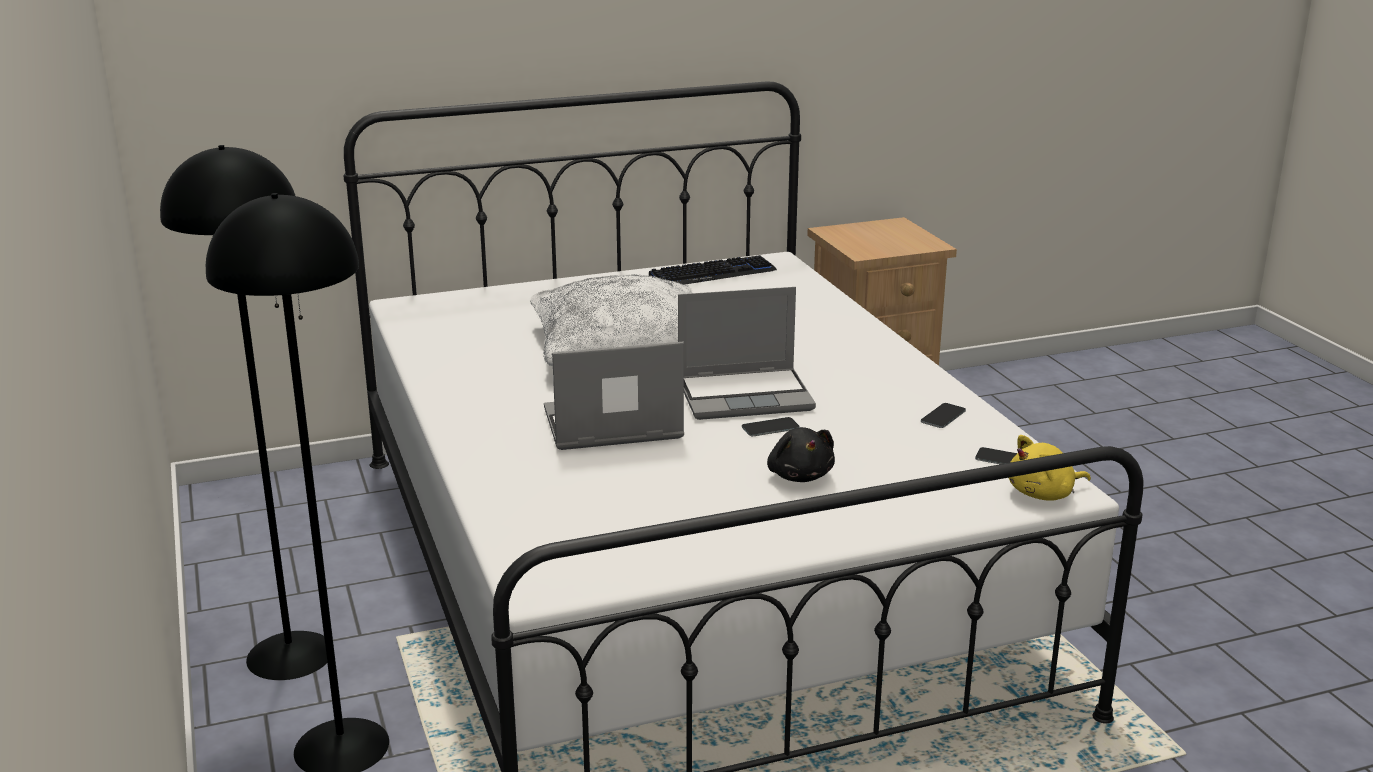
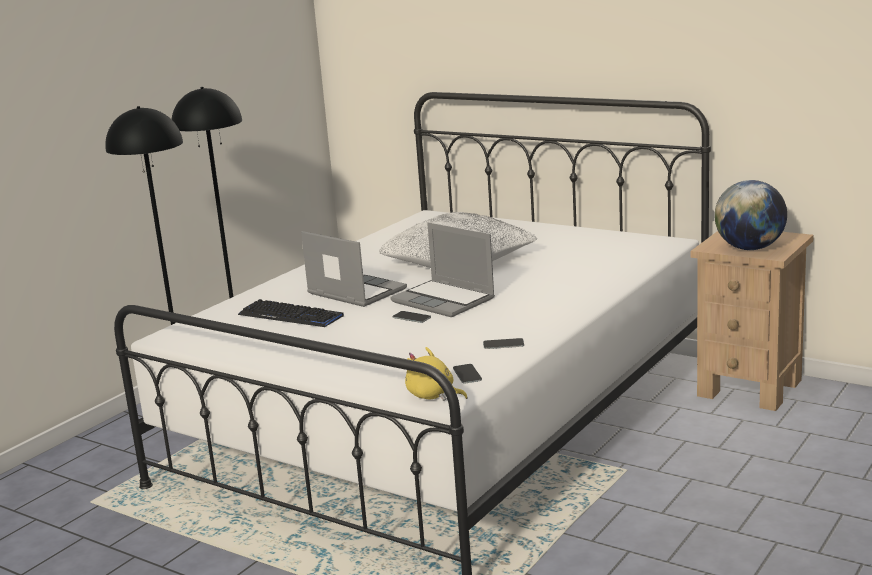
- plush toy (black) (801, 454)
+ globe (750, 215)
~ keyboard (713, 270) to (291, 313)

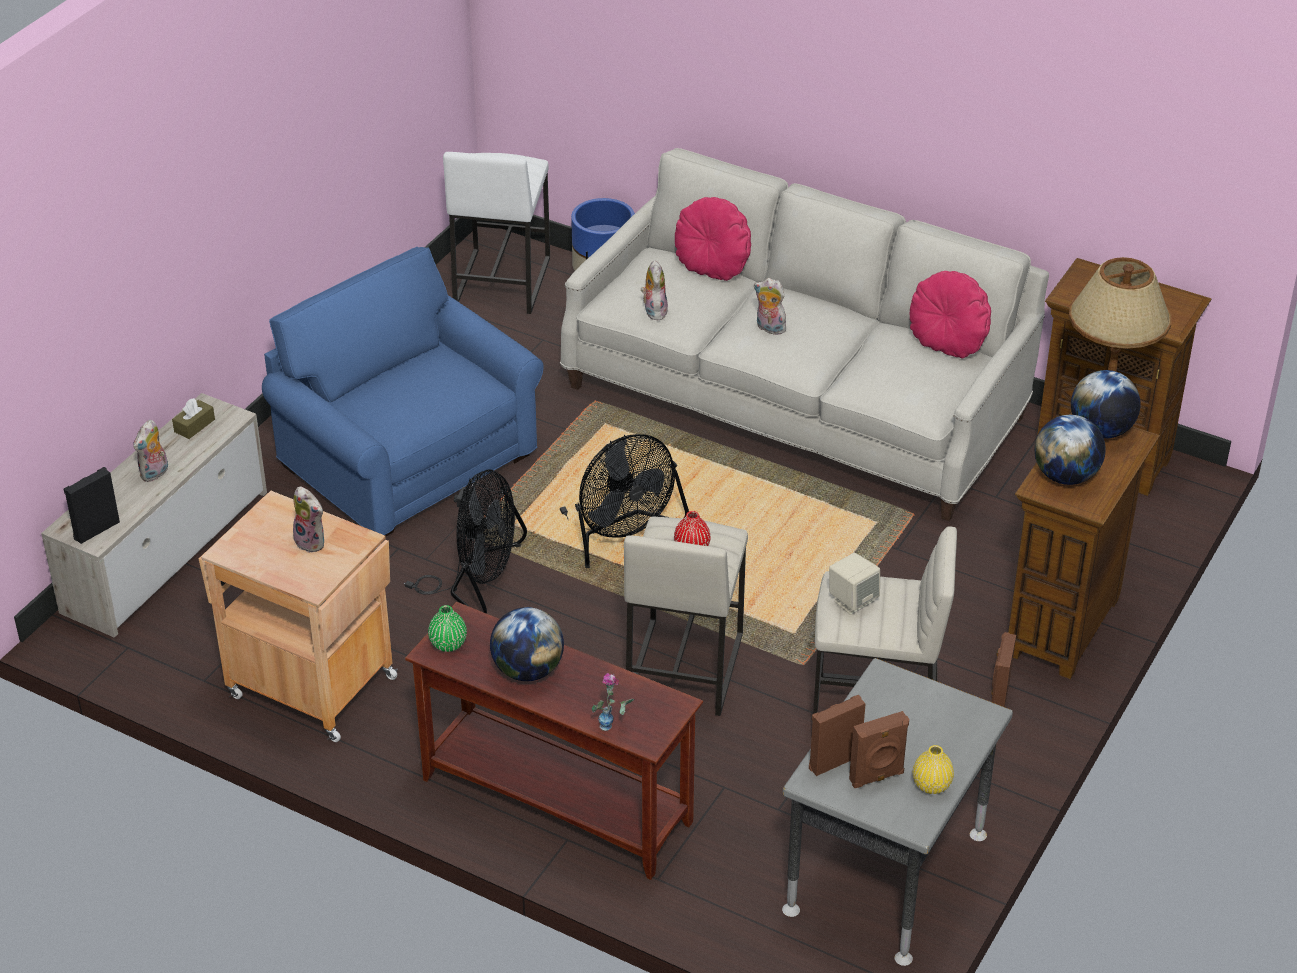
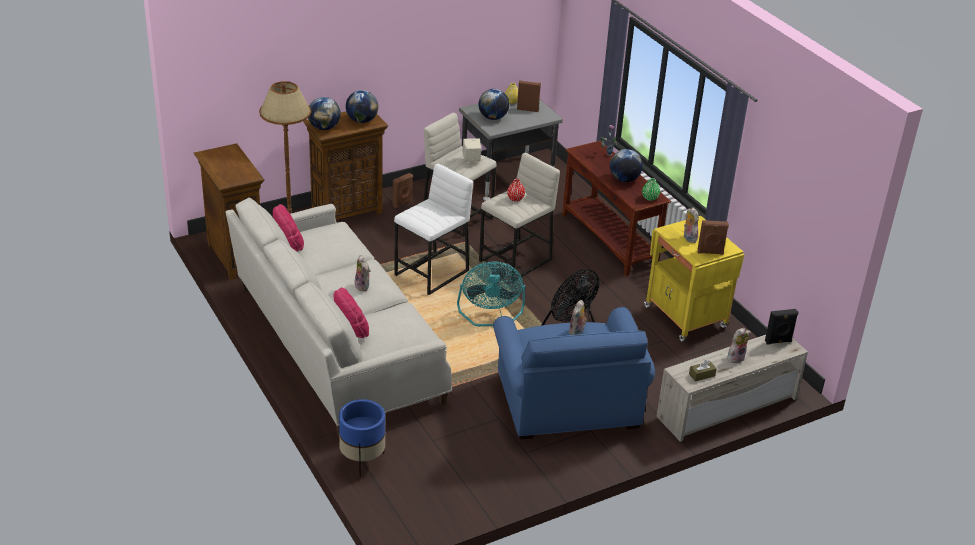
+ globe (493, 104)
~ stool (white) (496, 233) to (433, 229)
~ plush toy (654, 290) to (578, 317)
~ speaker (brown) (837, 735) to (713, 237)
~ cart (brown) (298, 616) to cart (yellow) (694, 279)
~ fan (black) (624, 501) to fan (turquoise) (491, 294)

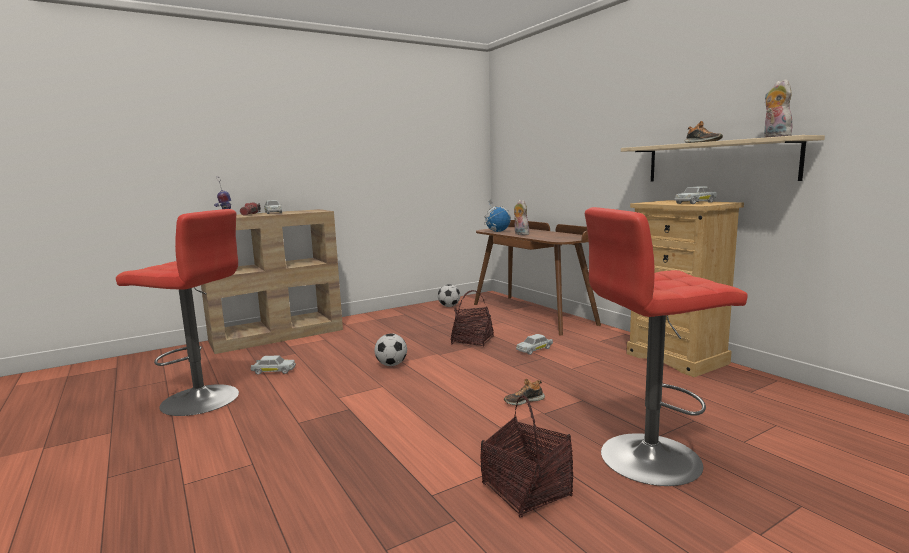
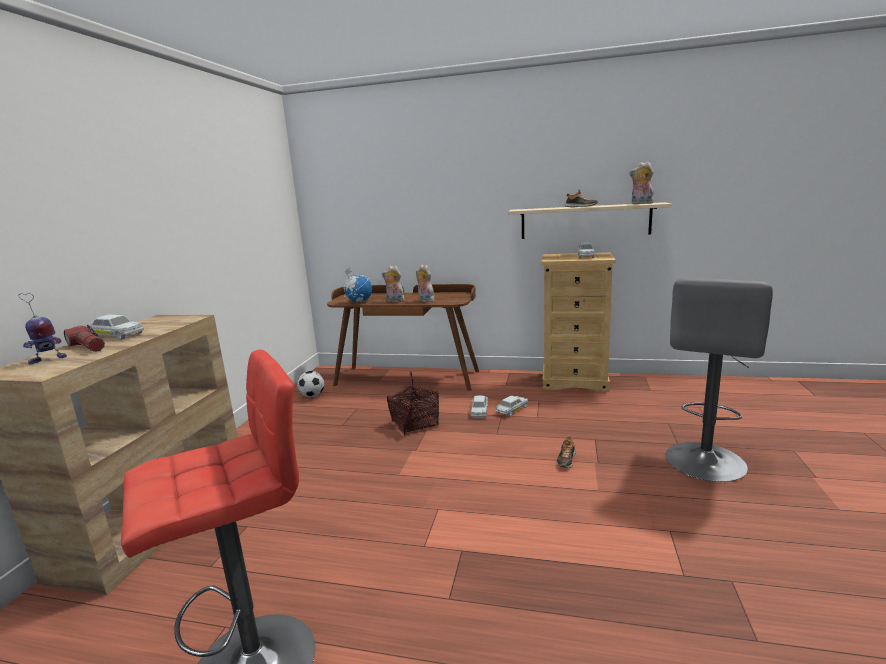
- football (391, 350)
- basket (526, 456)
+ plush toy (425, 283)
~ toy car (white) (273, 365) to (511, 406)
~ stool (red) (666, 346) to stool (grey) (719, 380)

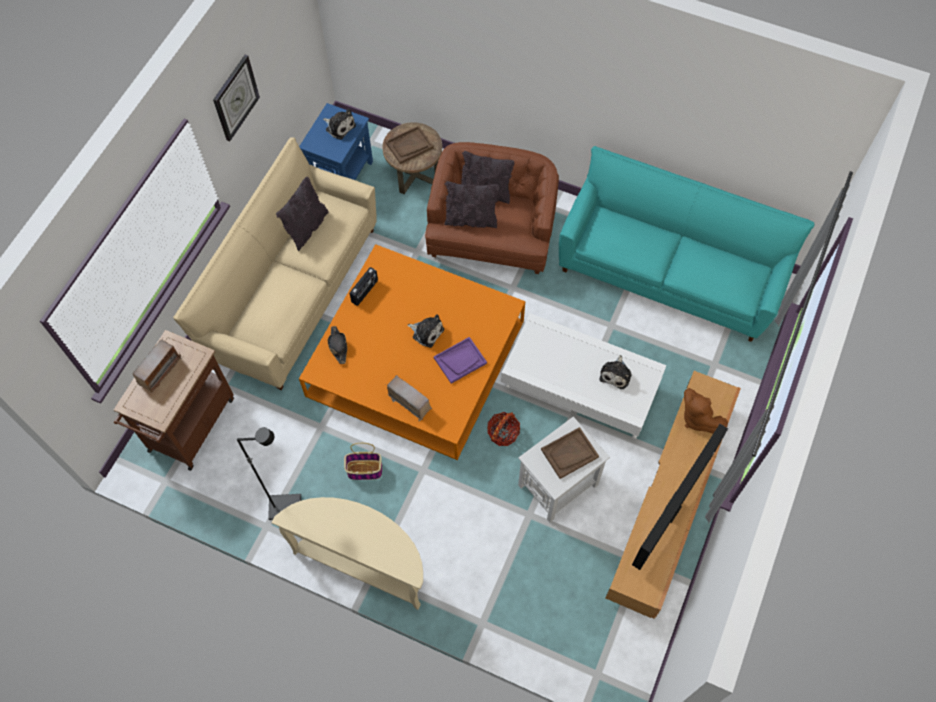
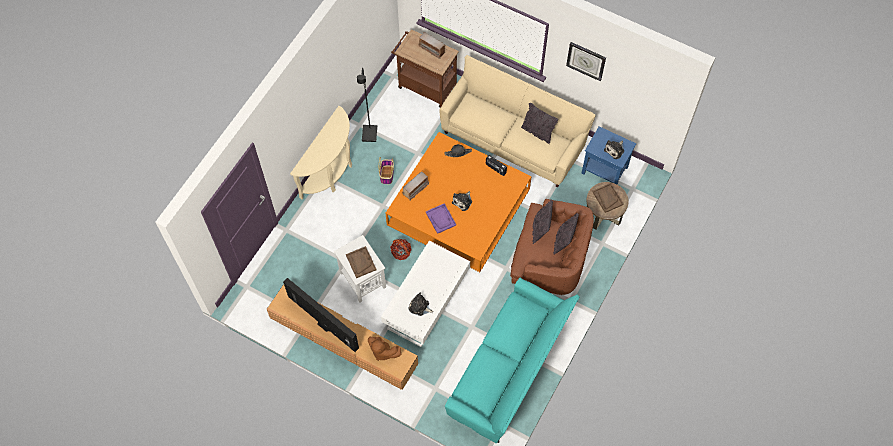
~ plush toy (brown) (706, 411) = (384, 349) 120 degrees counterclockwise

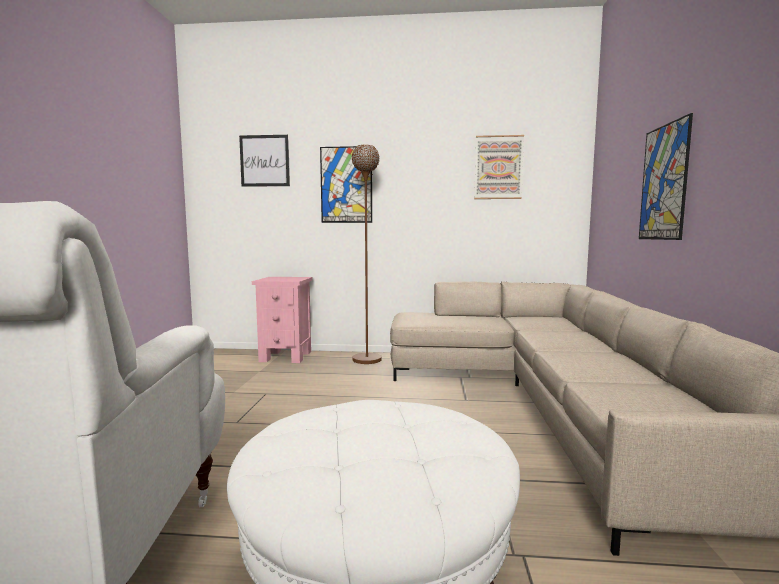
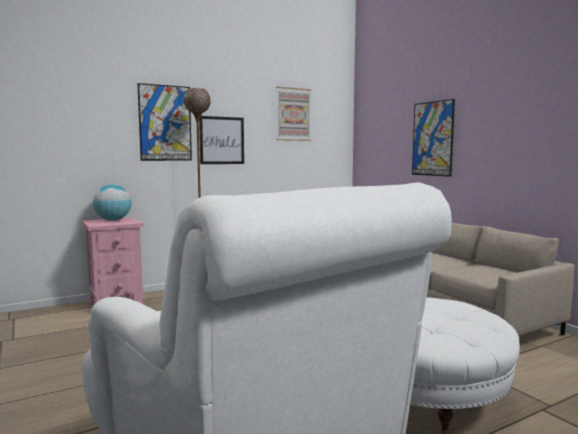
+ globe (112, 202)
~ picture (264, 161) to (221, 140)

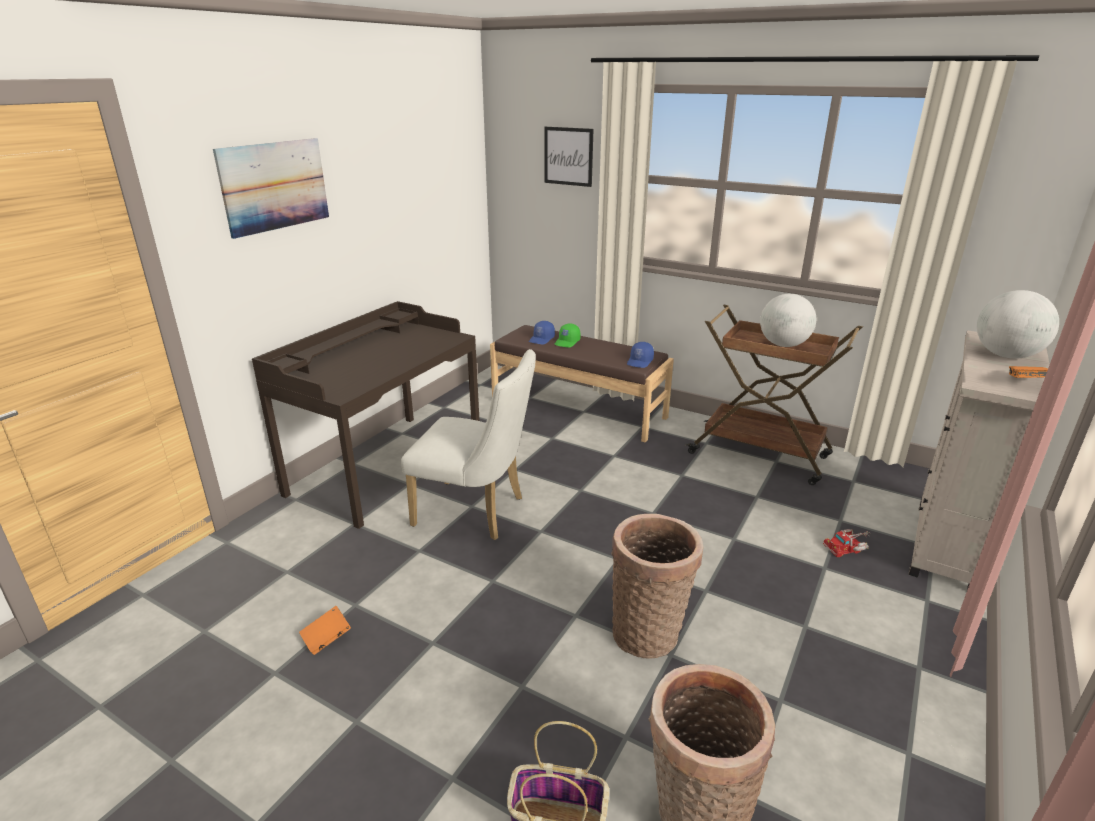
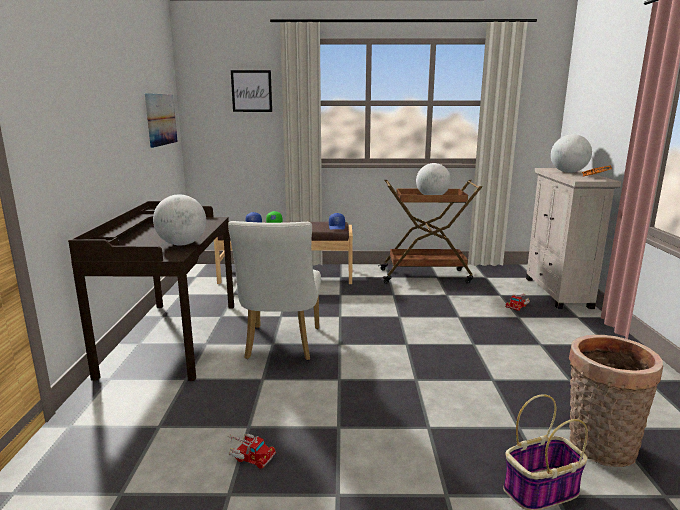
- basket (657, 586)
+ globe (179, 220)
~ picture (271, 188) to (161, 120)
~ book (orange) (325, 630) to toy truck (251, 451)
~ chair (white) (468, 444) = (274, 290) 105 degrees clockwise

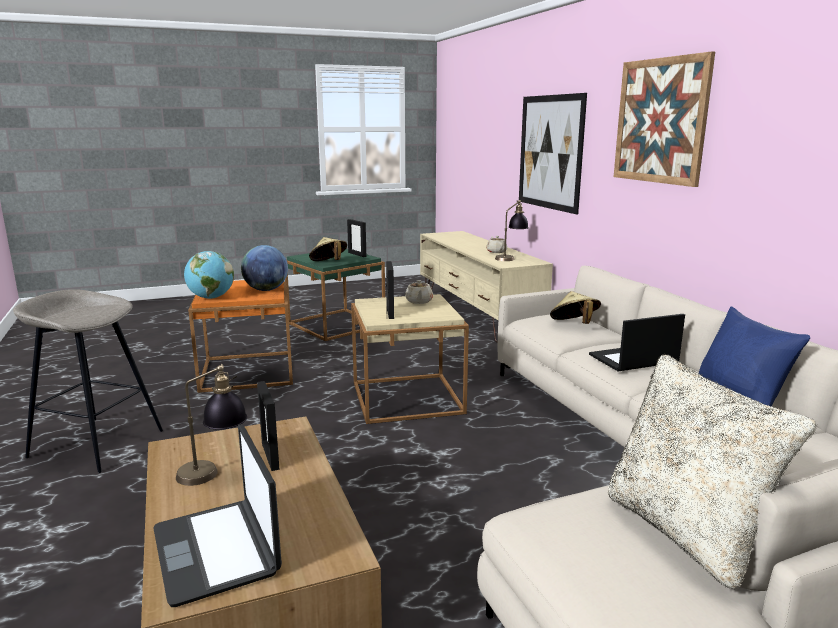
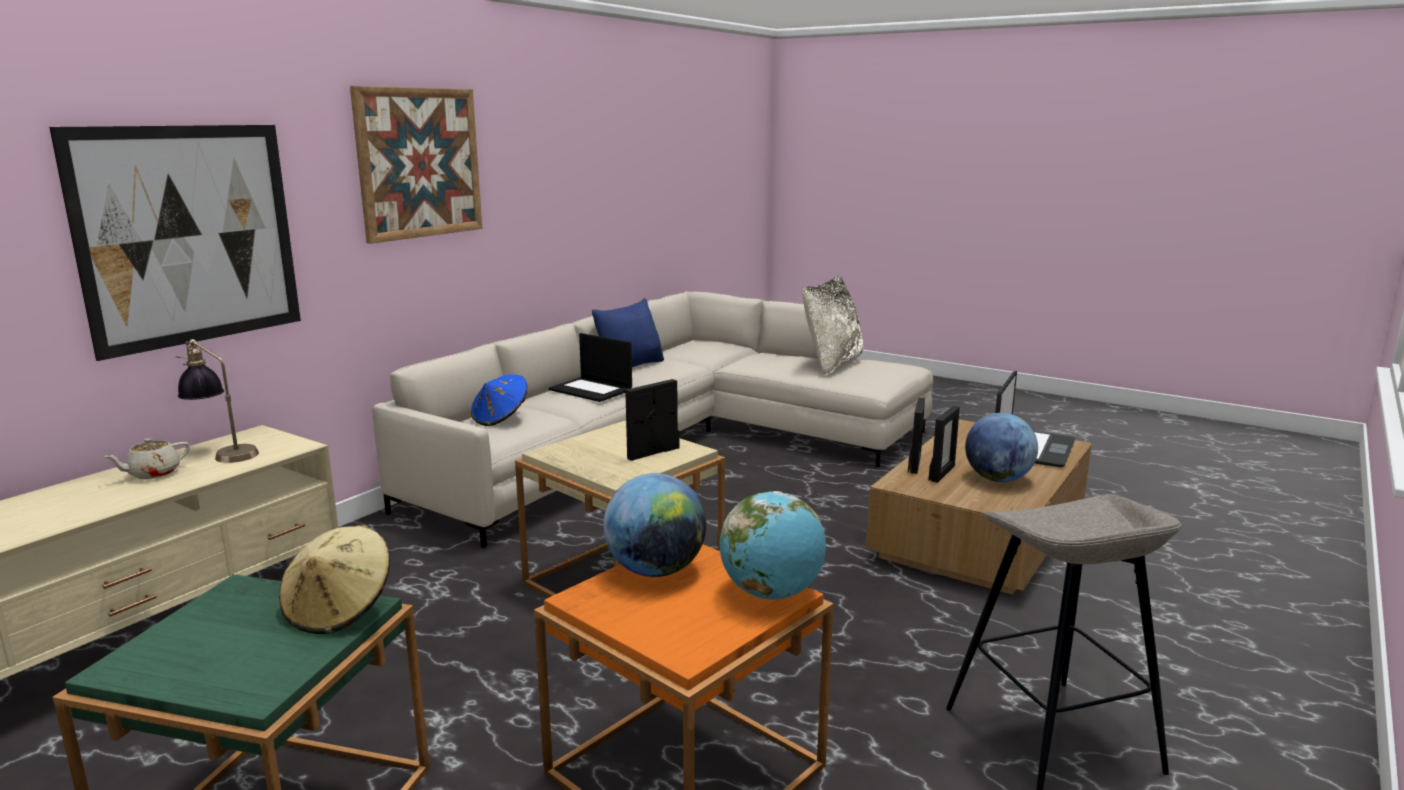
- teapot (beige) (419, 292)
~ picture frame (356, 238) to (916, 436)
~ table lamp (211, 425) to globe (1001, 447)
~ hat (beige) (575, 307) to hat (blue) (499, 400)

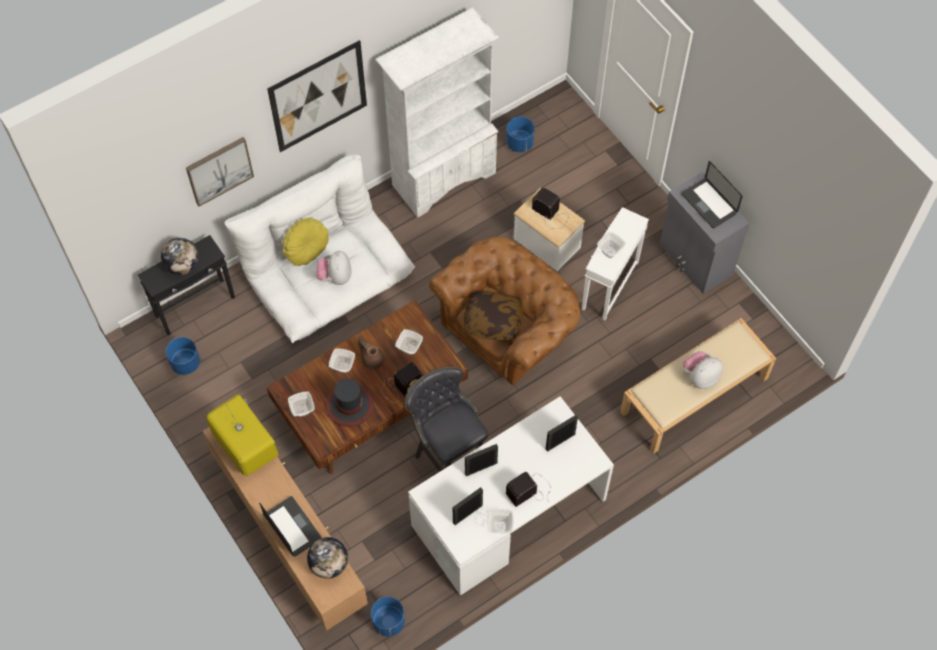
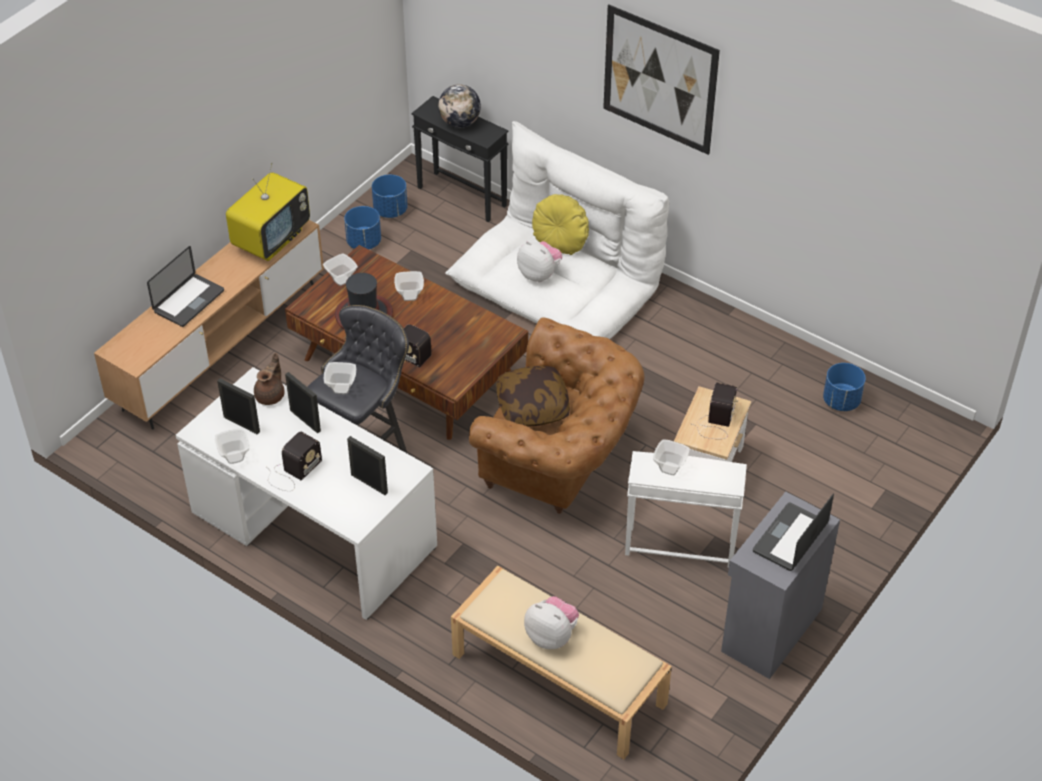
- picture (220, 172)
- globe (327, 558)
- bookcase (white) (437, 113)
~ teapot (brown) (371, 352) to (269, 379)
~ planter (blue) (388, 617) to (362, 227)
~ bowl (409, 342) to (340, 378)
~ plush toy (334, 268) = (539, 261) 60 degrees clockwise
~ radio (528, 489) = (295, 461) 90 degrees clockwise

